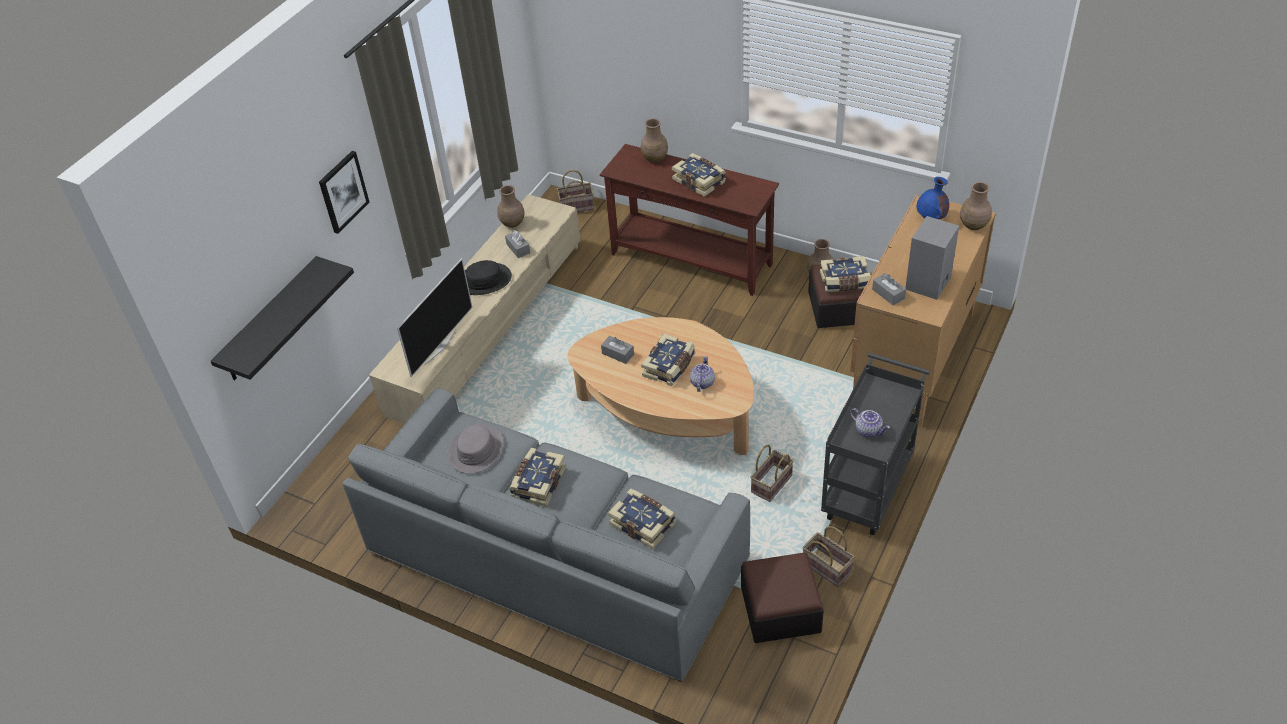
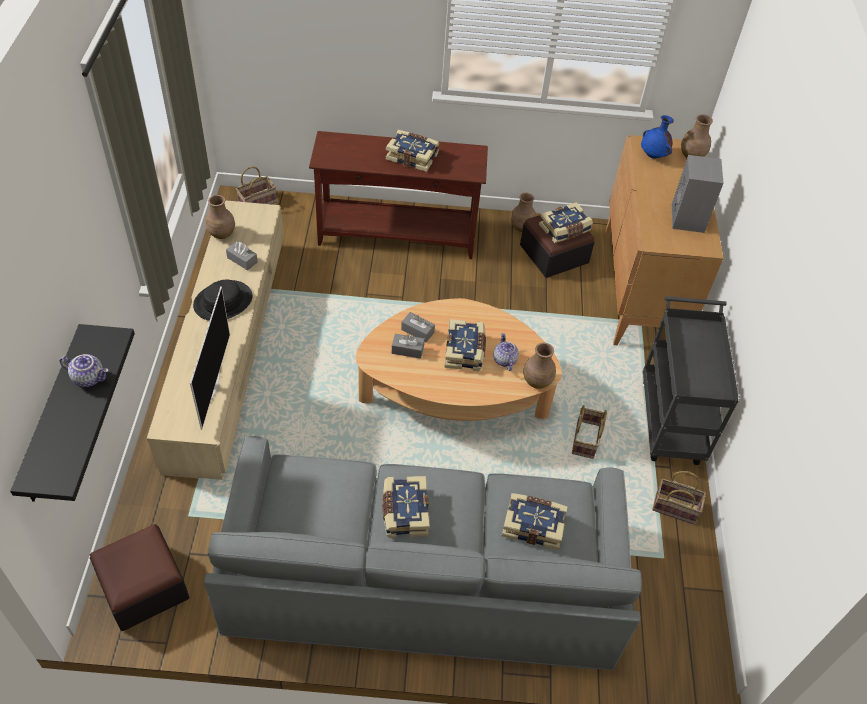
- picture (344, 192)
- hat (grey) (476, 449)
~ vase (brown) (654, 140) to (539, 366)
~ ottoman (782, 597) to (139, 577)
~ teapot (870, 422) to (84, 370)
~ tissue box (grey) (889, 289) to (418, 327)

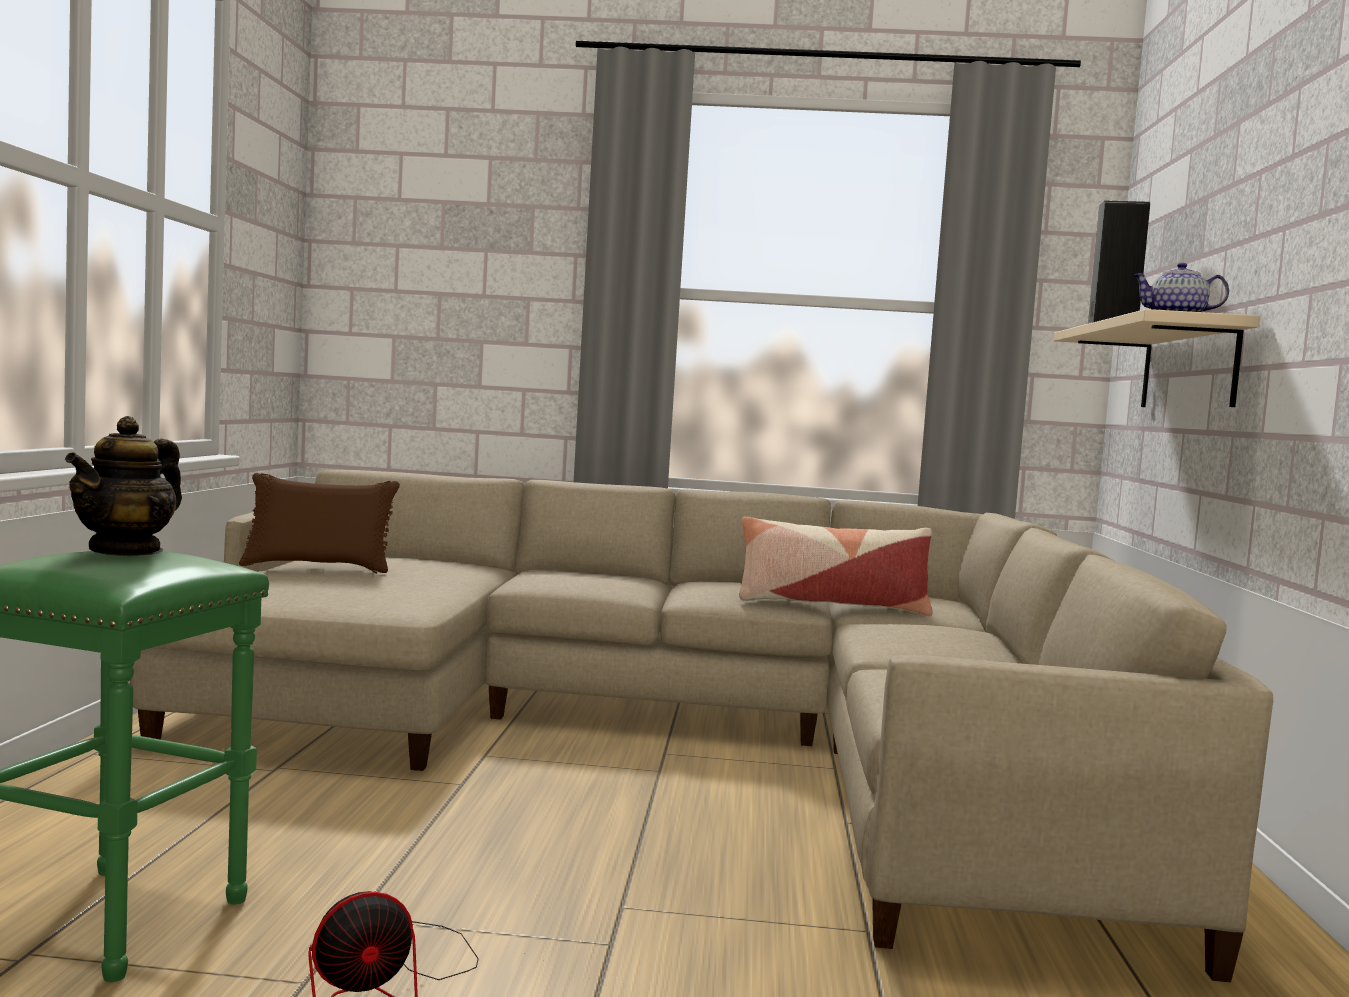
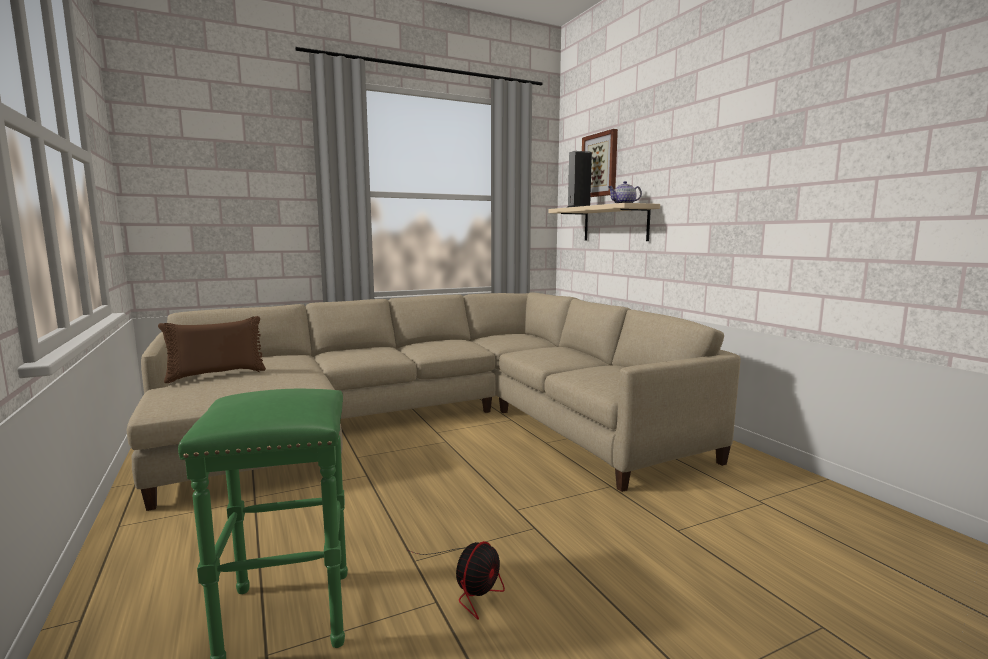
- teapot (123, 486)
- pillow (835, 566)
+ picture (600, 163)

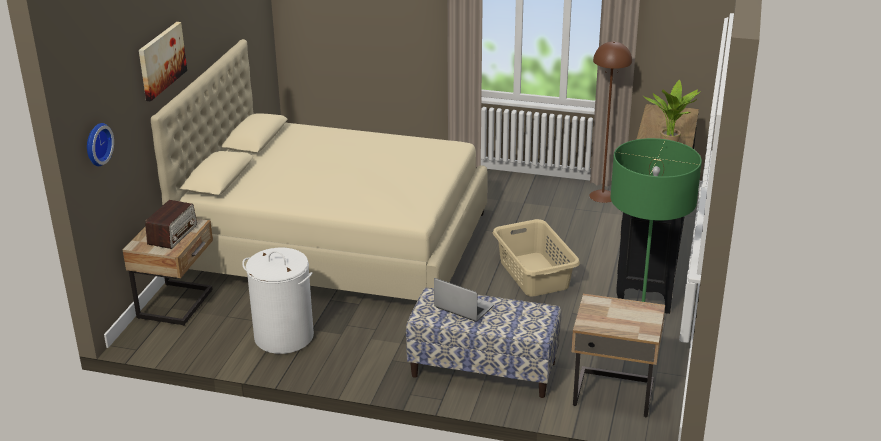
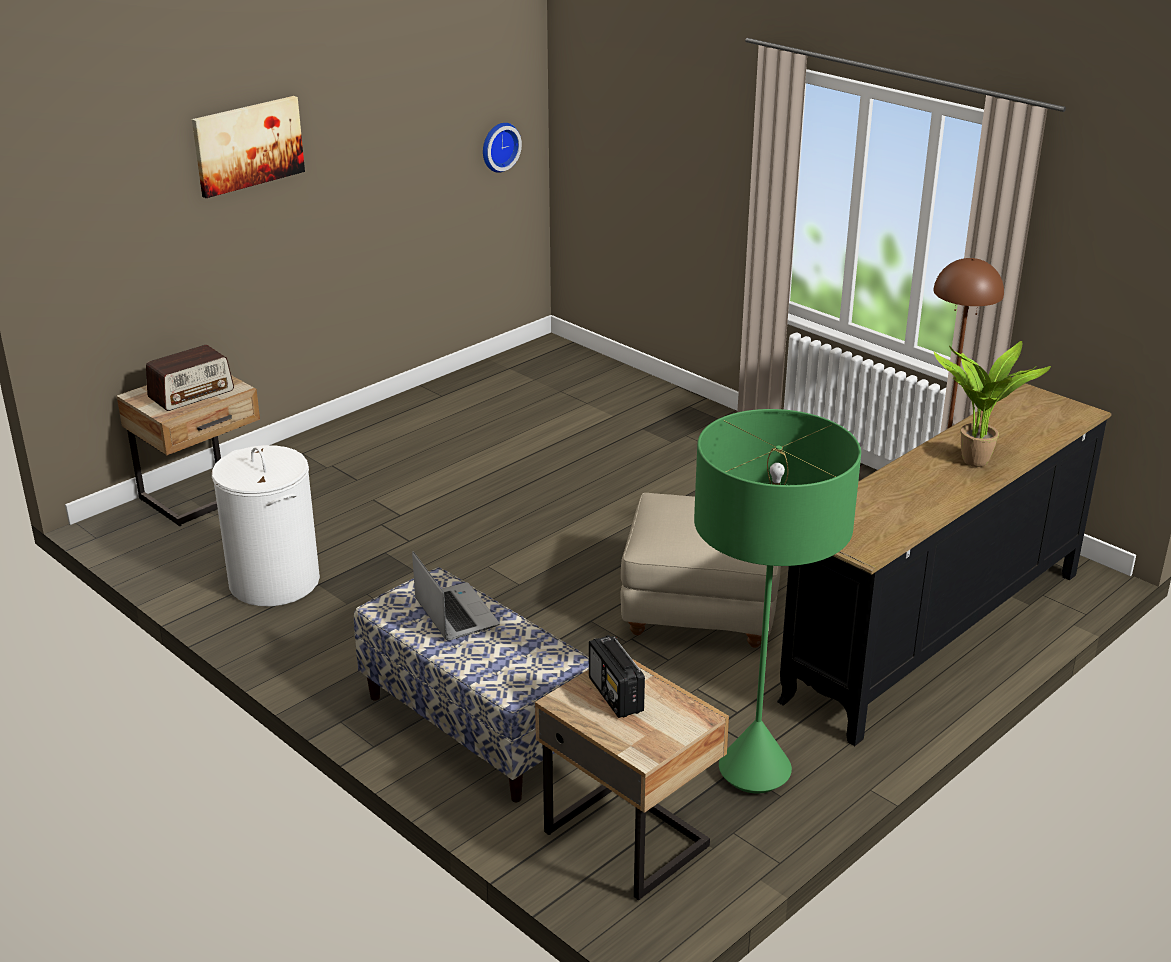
- bed (beige) (319, 170)
+ radio (617, 676)
~ wall clock (100, 144) to (502, 148)
~ laundry basket (beige) (536, 258) to ottoman (beige) (700, 570)

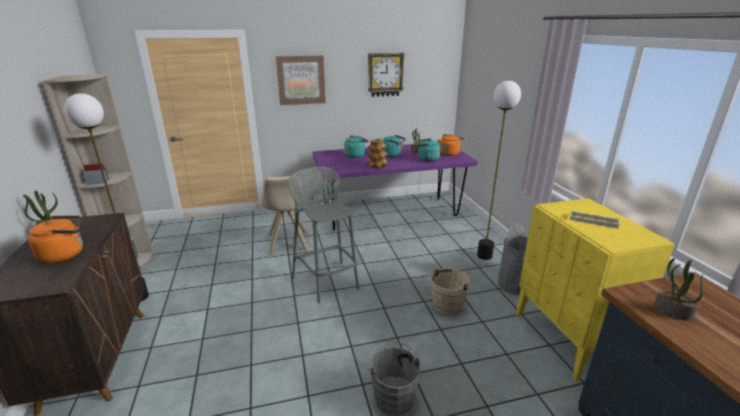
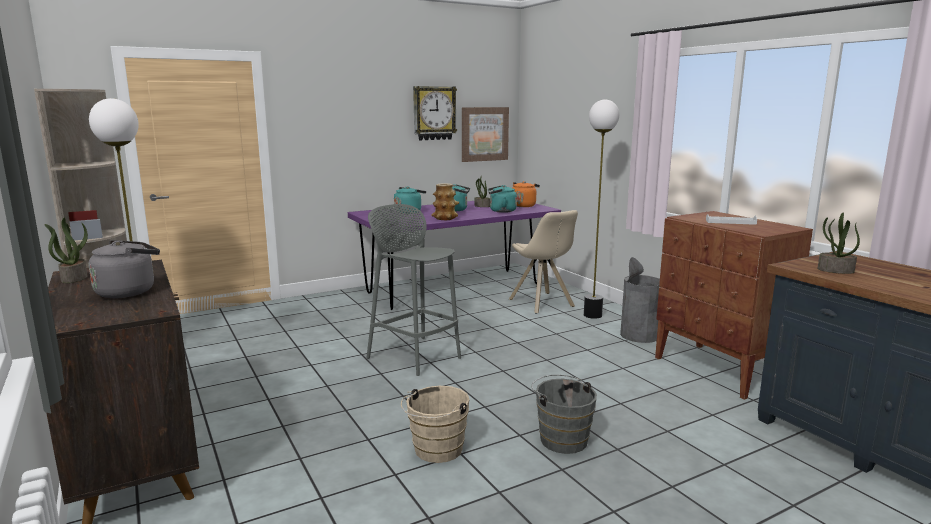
~ chair (beige) (285, 215) to (543, 261)
~ picture (301, 80) to (485, 134)
~ bucket (beige) (449, 292) to (435, 424)
~ kettle (orange) (55, 239) to kettle (grey) (124, 269)
~ dresser (yellow) (595, 289) to dresser (brown) (734, 305)

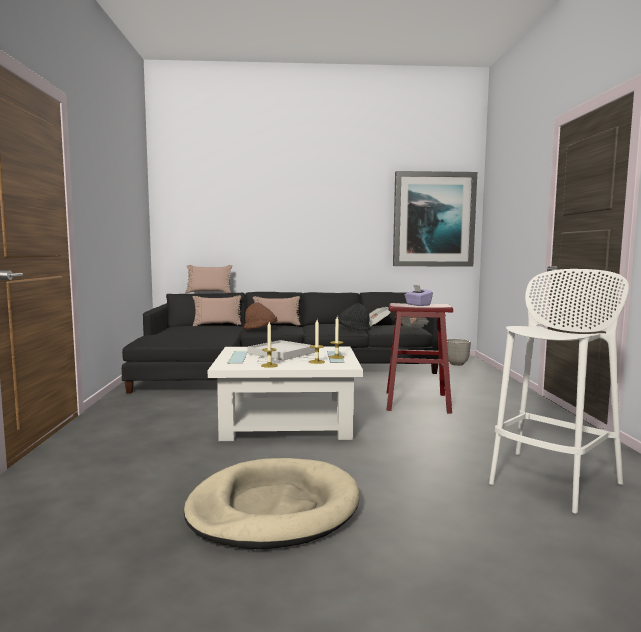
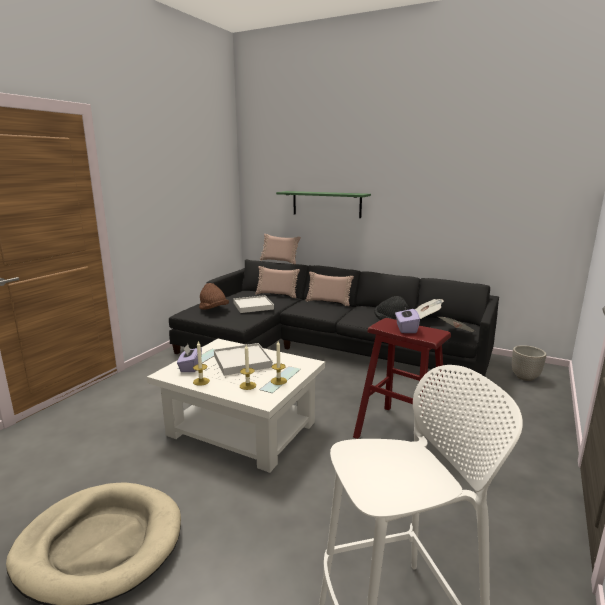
- picture (435, 219)
+ tissue box (purple) (189, 358)
+ tray (white) (253, 304)
+ shelf (green) (323, 204)
~ hat (brown) (260, 315) to (214, 296)

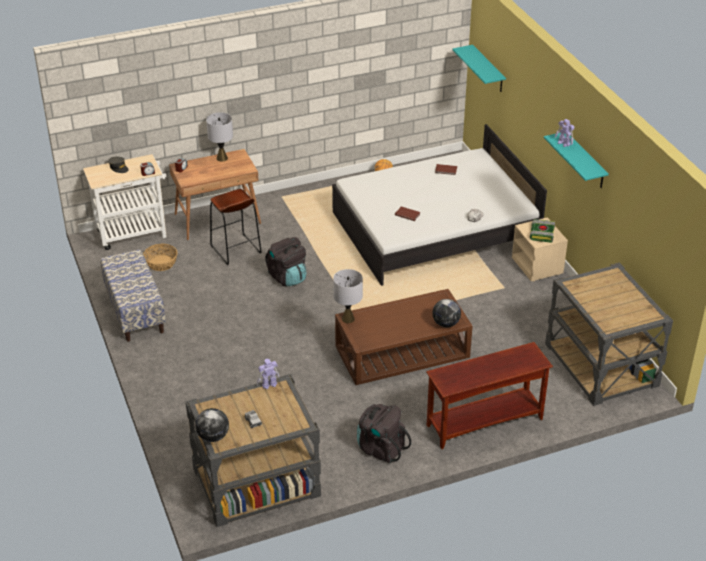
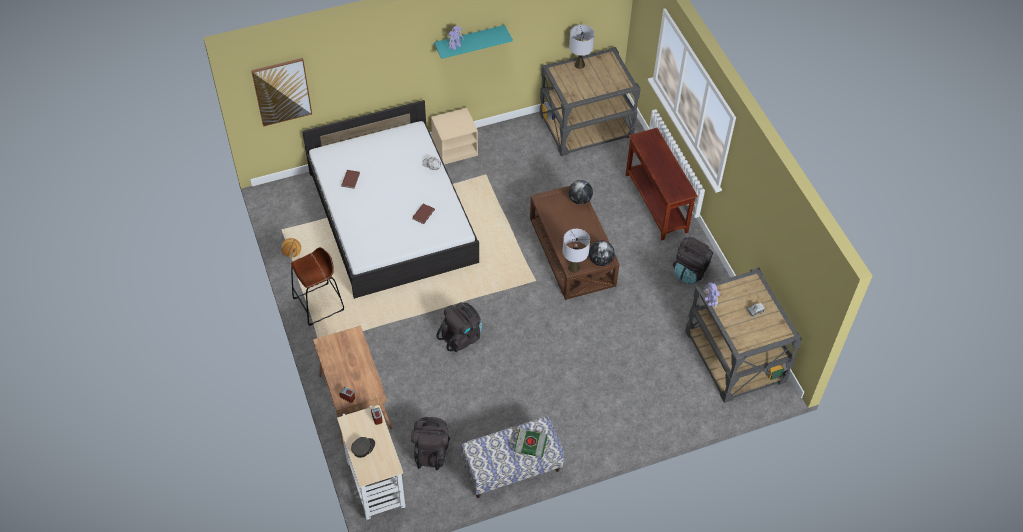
~ globe (212, 425) to (602, 253)
~ table lamp (grey) (219, 137) to (581, 47)
~ stool (brown) (235, 227) to (317, 286)
~ book (542, 231) to (531, 443)
~ basket (160, 257) to backpack (black) (430, 443)
~ shelf (turquoise) (479, 68) to picture (281, 92)

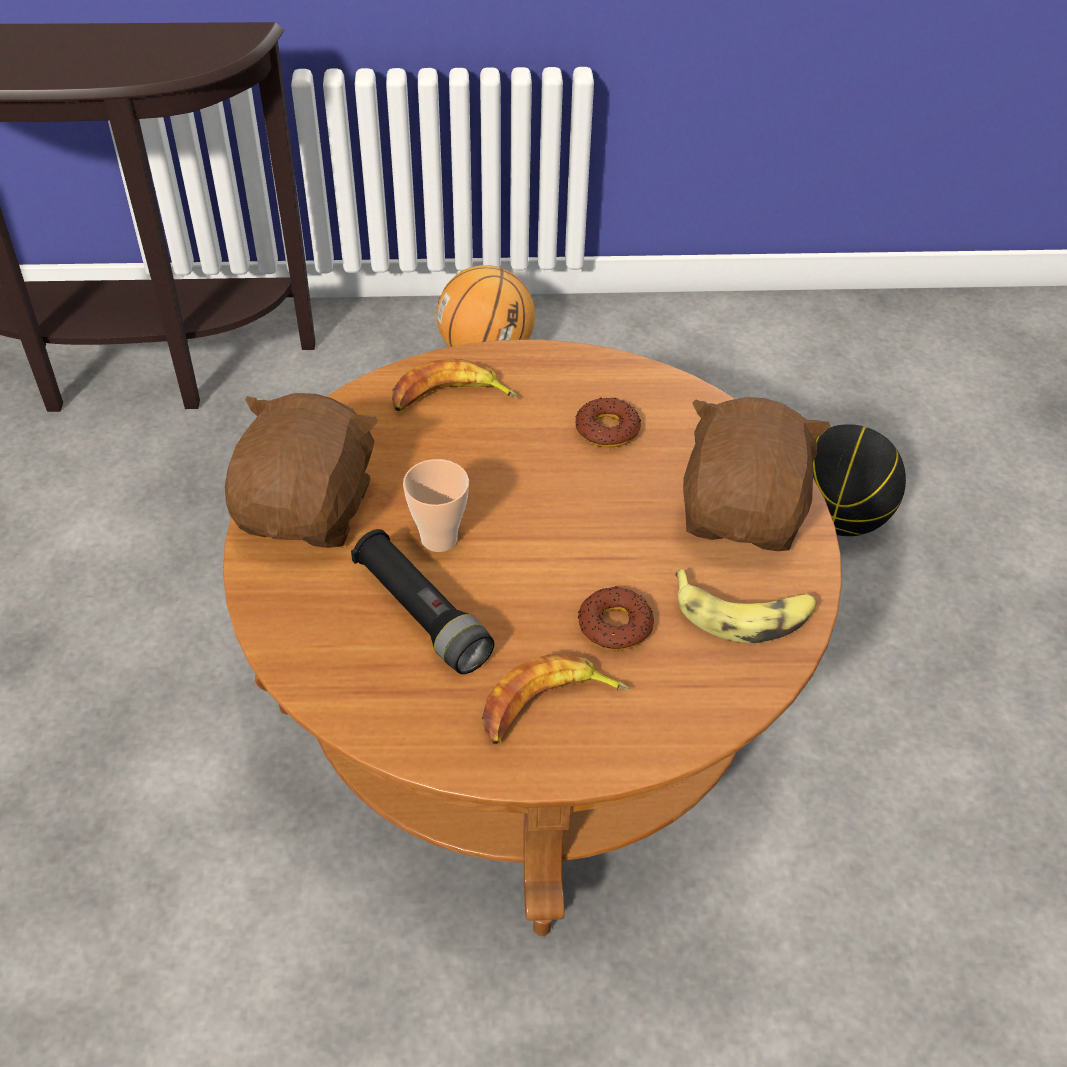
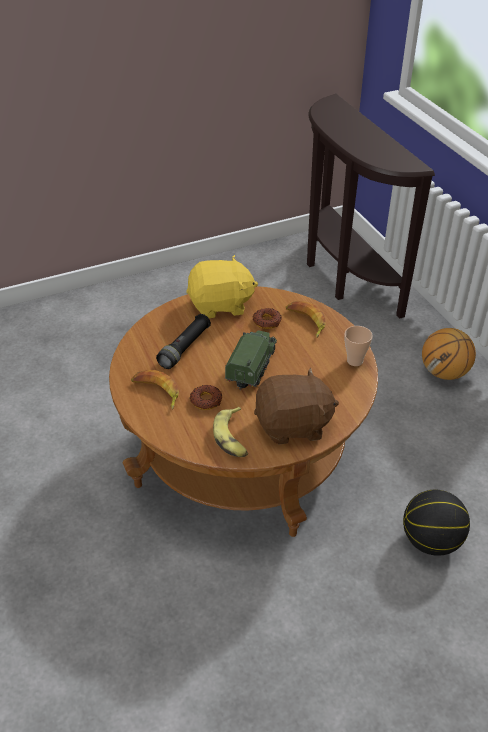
+ toy truck (251, 360)
~ cup (436, 505) to (358, 346)
~ donut (608, 423) to (267, 318)
~ plush toy (brown) (301, 470) to plush toy (yellow) (222, 286)

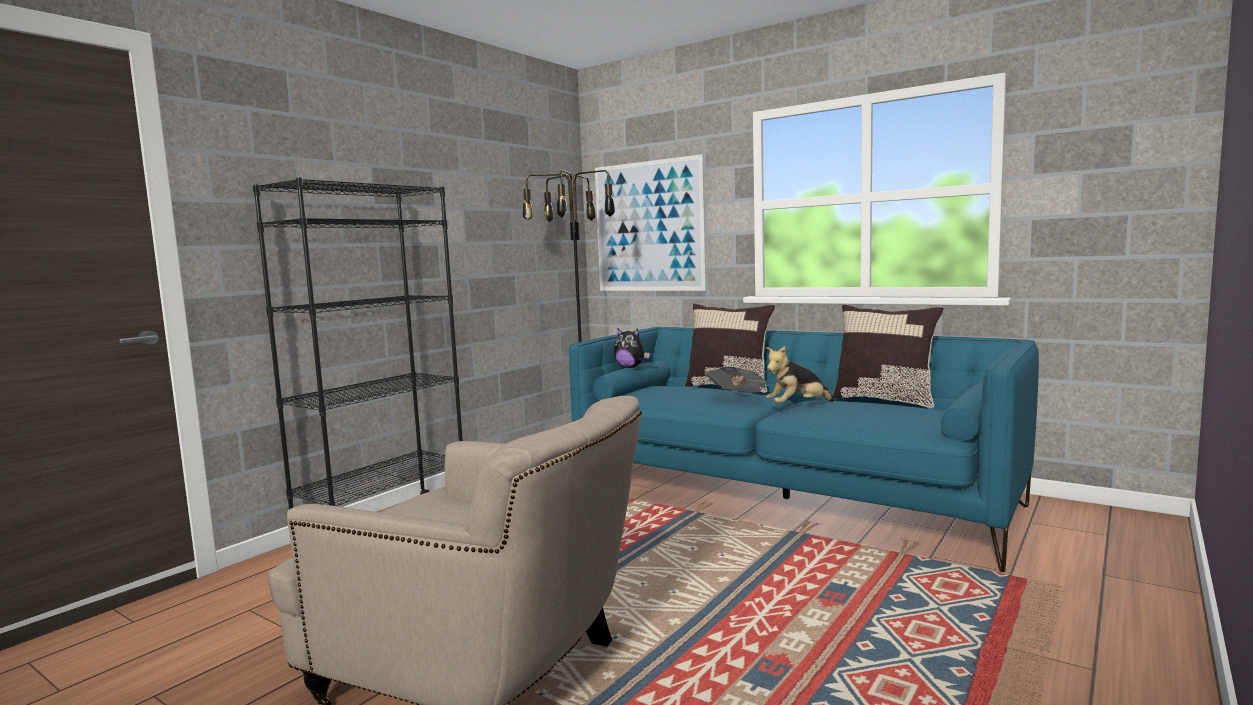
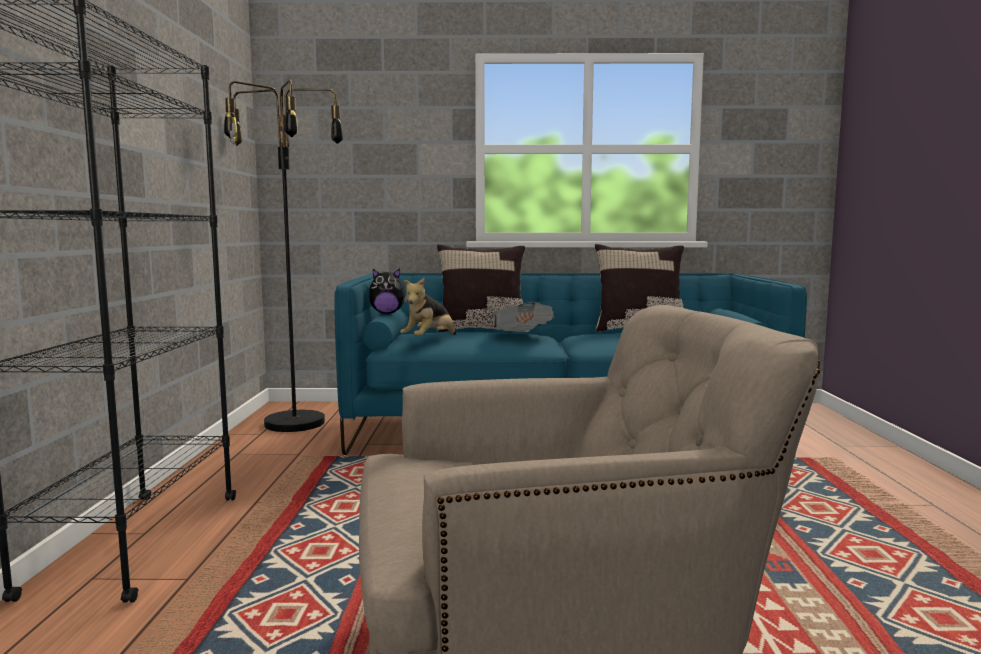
- picture (650, 222)
~ plush toy (800, 374) to (428, 307)

